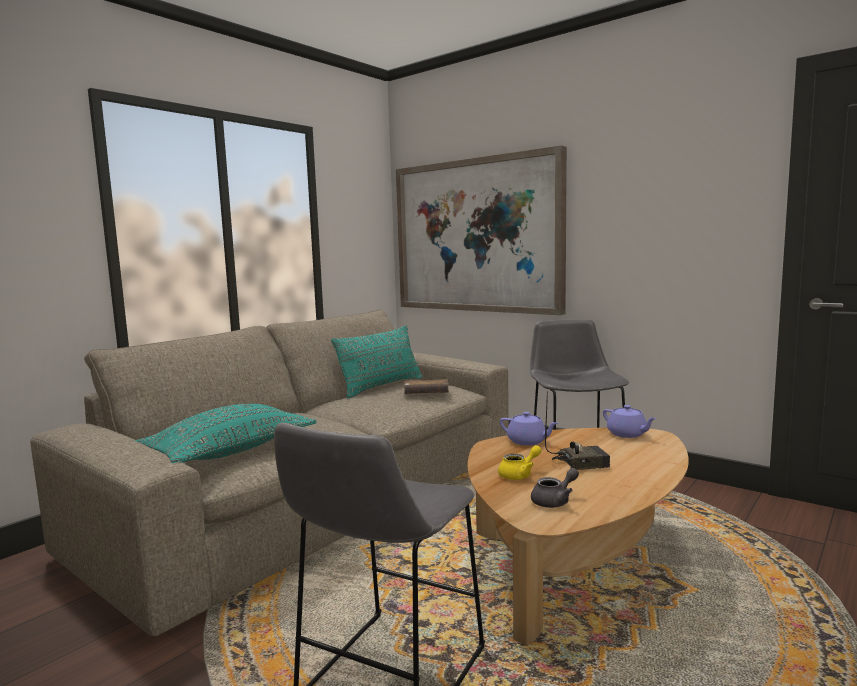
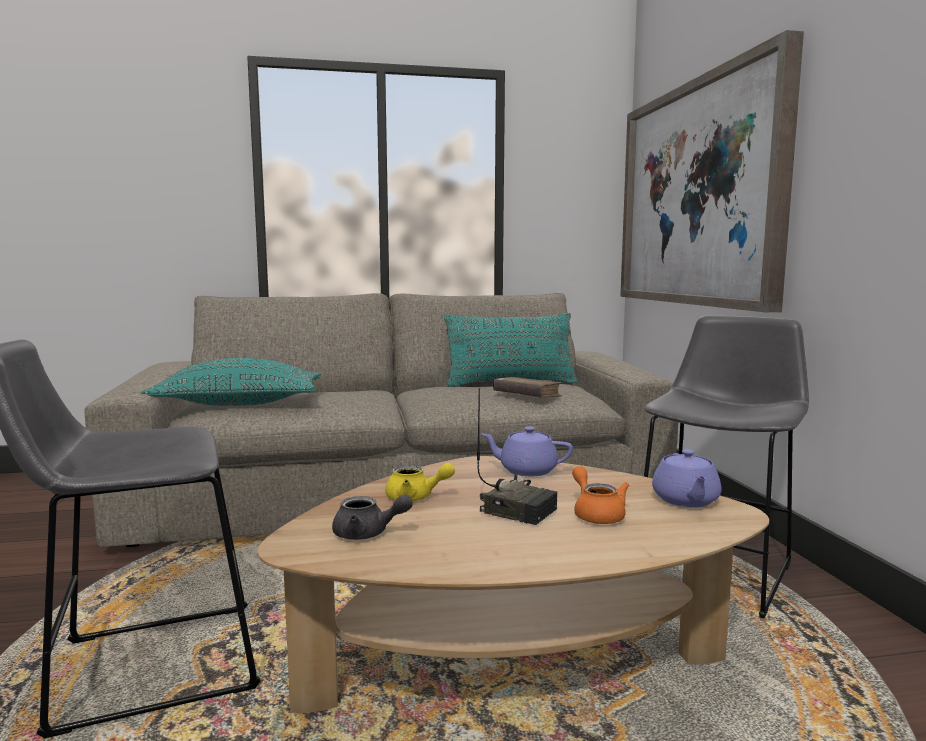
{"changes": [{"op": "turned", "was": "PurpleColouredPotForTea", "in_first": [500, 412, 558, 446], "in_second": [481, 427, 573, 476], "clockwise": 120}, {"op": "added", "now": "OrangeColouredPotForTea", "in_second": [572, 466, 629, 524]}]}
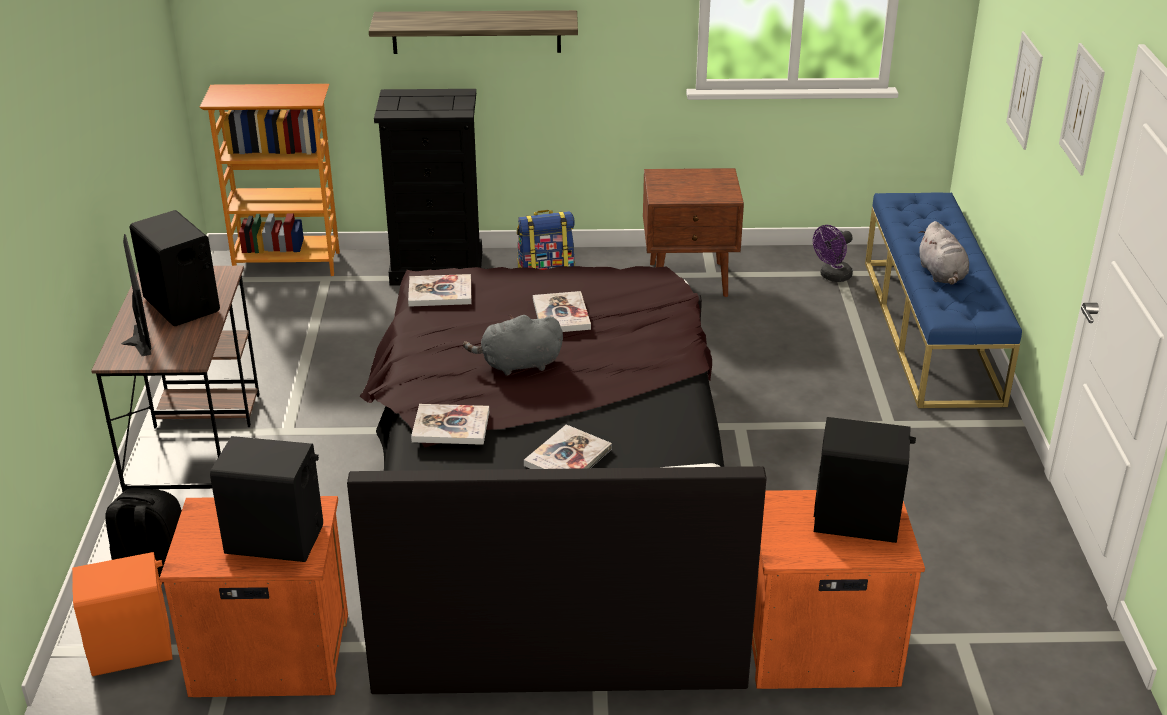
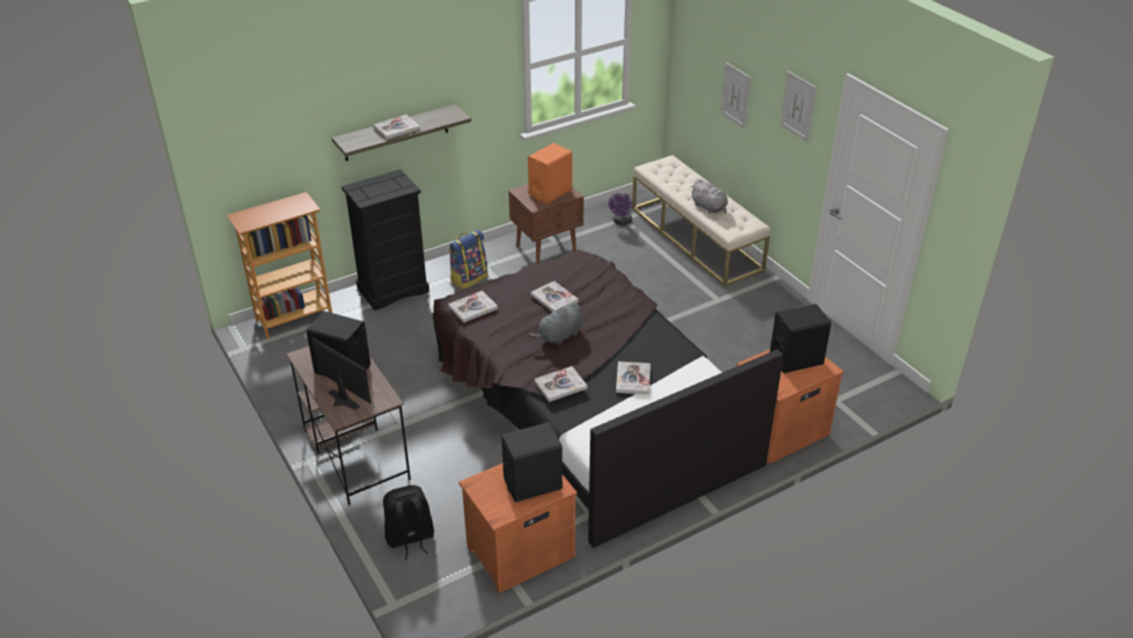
{"changes": [{"op": "added", "now": "Volume", "in_second": [373, 115, 420, 140]}, {"op": "moved", "was": "OrangeColouredLoudspeaker", "in_first": [72, 552, 173, 676], "in_second": [528, 143, 572, 204]}, {"op": "recoloured", "was": "BlueColouredLongSeat", "now": "BeigeLongSeat", "in_first": [865, 193, 1022, 408], "in_second": [632, 155, 771, 286]}]}
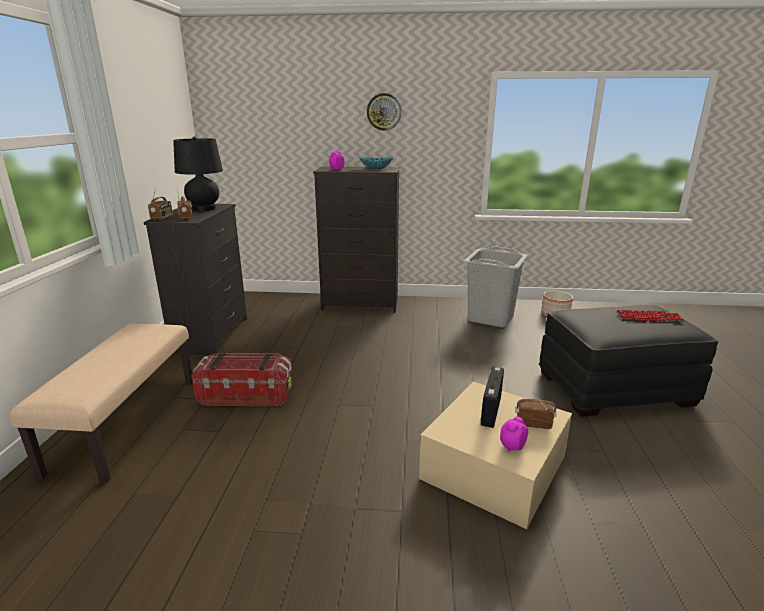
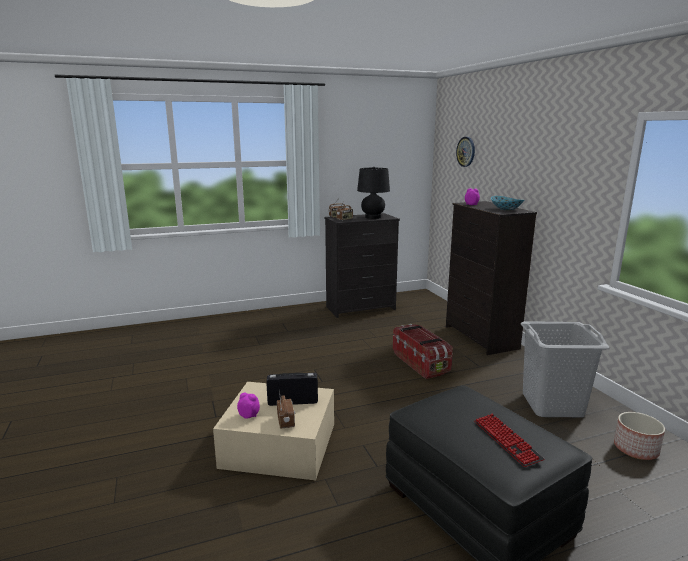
{"changes": [{"op": "moved", "was": "StorageBin", "in_first": [191, 353, 293, 406], "in_second": [393, 324, 453, 379]}, {"op": "moved", "was": "HangingClock", "in_first": [367, 93, 401, 131], "in_second": [456, 137, 475, 167]}, {"op": "removed", "was": "BeigeLongSeat", "in_first": [10, 324, 193, 483]}]}
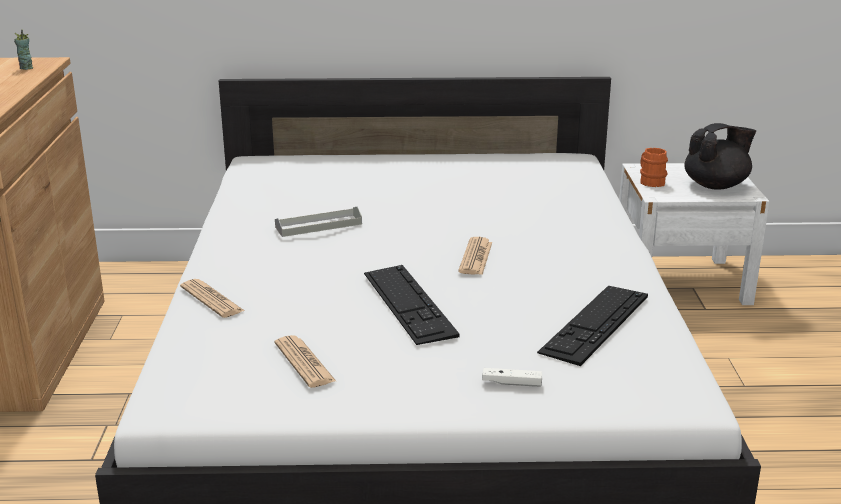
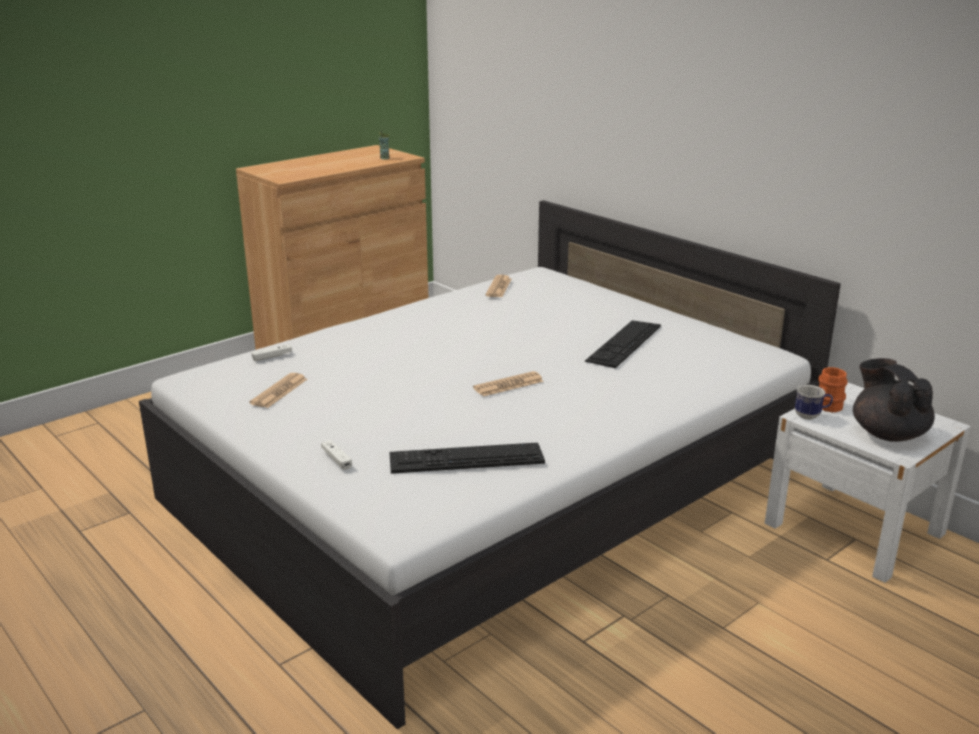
{"changes": [{"op": "added", "now": "WhitishGamepad", "in_second": [251, 344, 292, 361]}, {"op": "moved", "was": "PrintedPaper", "in_first": [180, 279, 245, 318], "in_second": [486, 275, 511, 297]}, {"op": "moved", "was": "Keyboard", "in_first": [364, 265, 460, 345], "in_second": [585, 320, 661, 368]}, {"op": "added", "now": "TeaMug", "in_second": [795, 385, 833, 420]}, {"op": "turned", "was": "BlackColouredPotForTea", "in_first": [684, 123, 756, 190], "in_second": [853, 358, 935, 442], "clockwise": -135}, {"op": "removed", "was": "GreyCarryingTray", "in_first": [275, 206, 362, 237]}]}
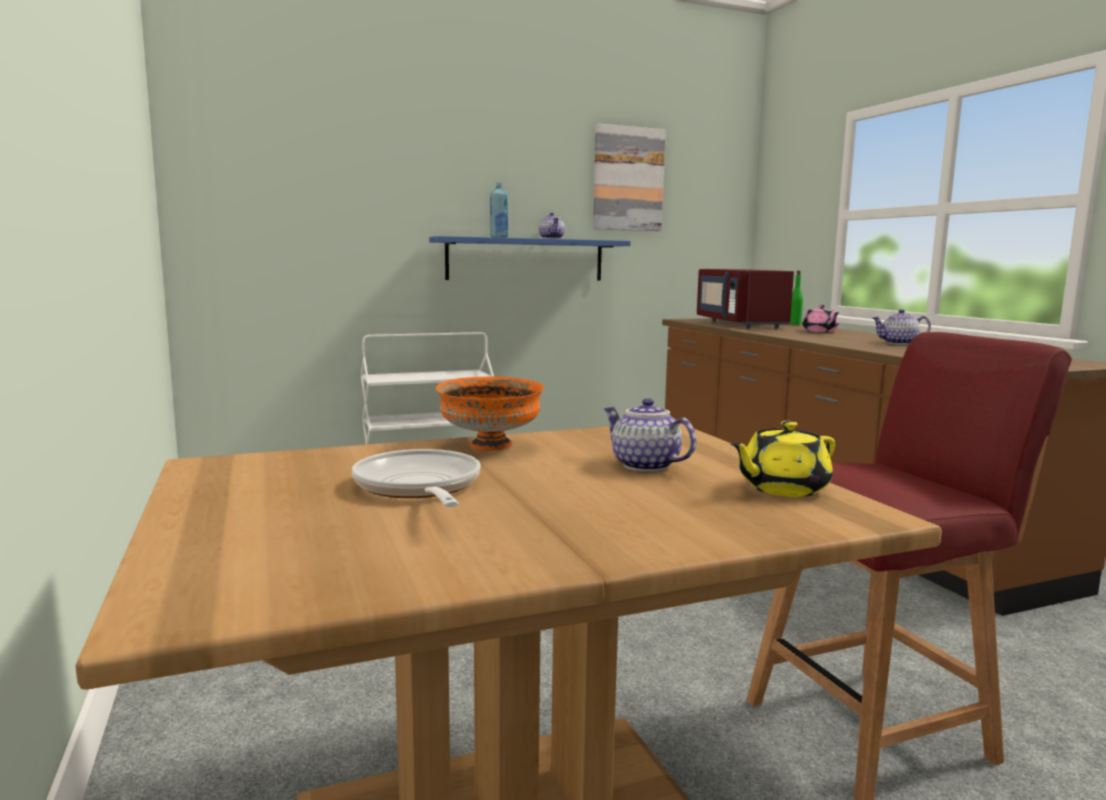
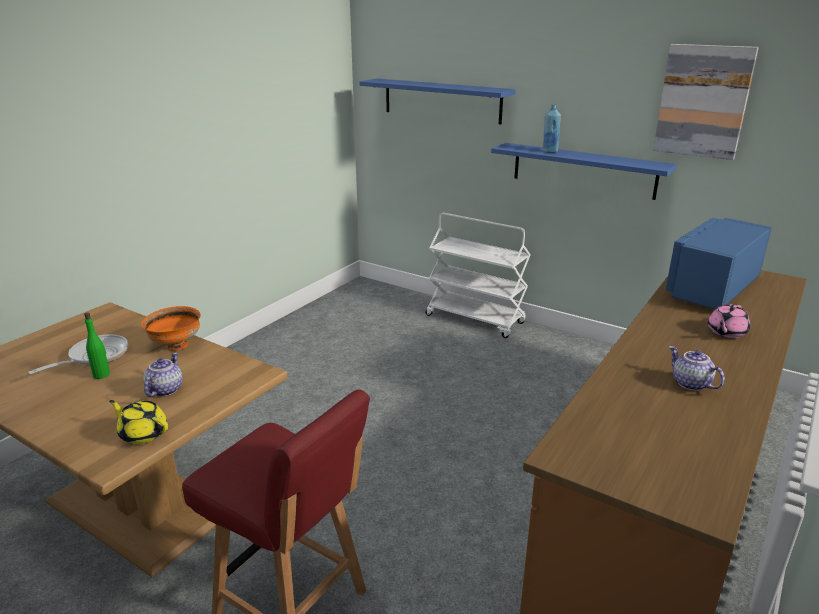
{"changes": [{"op": "moved", "was": "GreenColouredBottle", "in_first": [790, 271, 803, 325], "in_second": [84, 312, 110, 379]}, {"op": "added", "now": "BlueColouredShelf", "in_second": [360, 79, 516, 125]}, {"op": "recoloured", "was": "RedMicrowave", "now": "BlueColouredMicrowave", "in_first": [697, 269, 794, 328], "in_second": [666, 218, 772, 310]}, {"op": "removed", "was": "PotForTea", "in_first": [539, 212, 565, 239]}]}
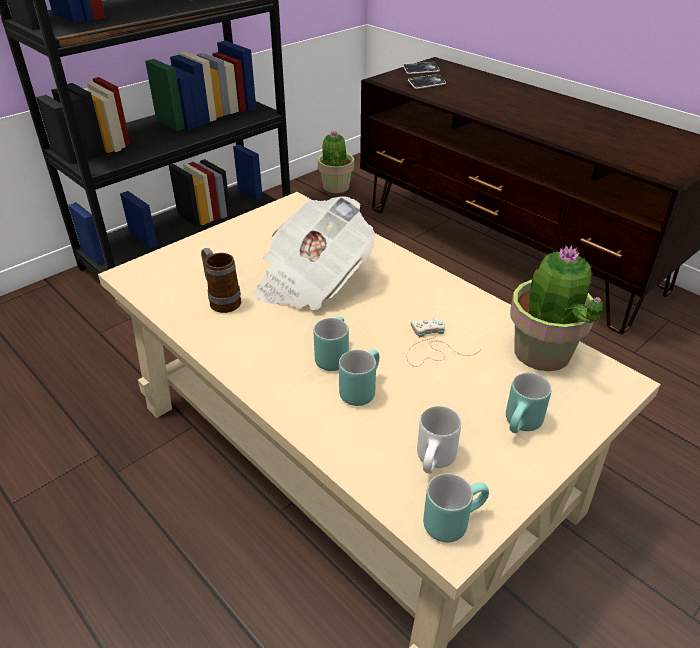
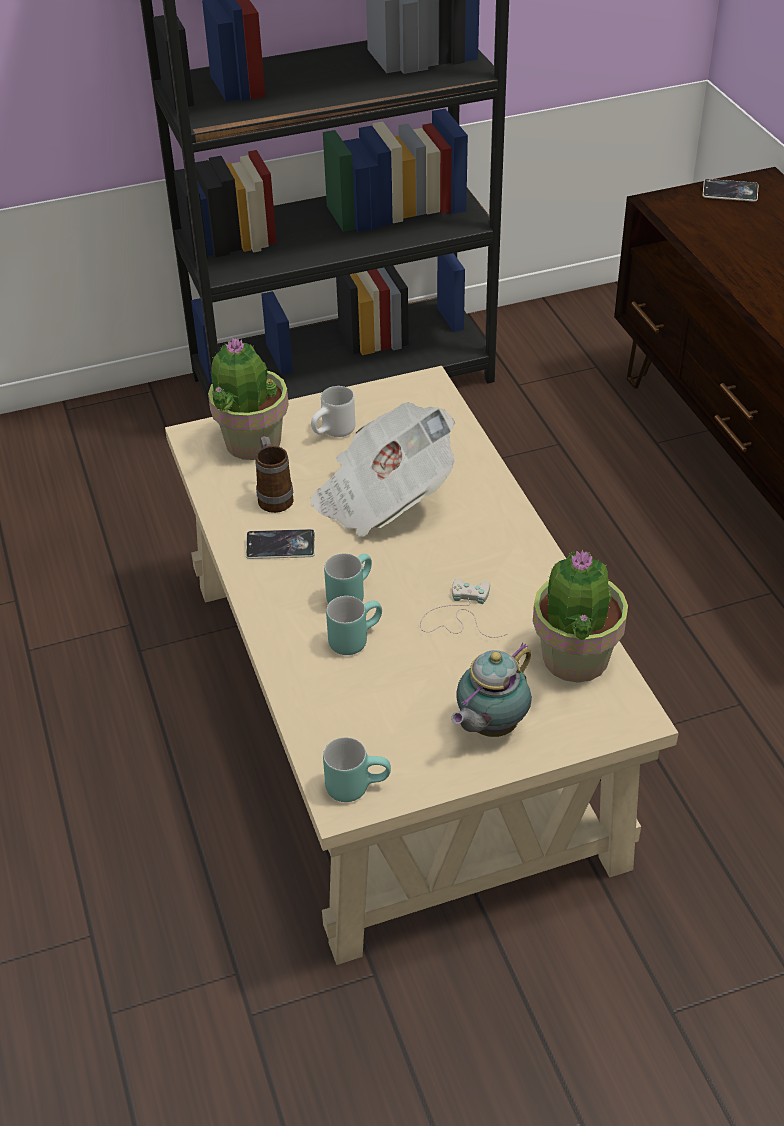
{"changes": [{"op": "moved", "was": "PottedPlant", "in_first": [318, 131, 354, 193], "in_second": [208, 337, 289, 460]}, {"op": "moved", "was": "Phone", "in_first": [408, 74, 446, 89], "in_second": [246, 529, 315, 559]}, {"op": "moved", "was": "WhitishTeaMug", "in_first": [417, 406, 461, 474], "in_second": [311, 386, 355, 437]}, {"op": "replaced", "was": "TurquoiseColouredTeaMug", "now": "PotForTea", "in_first": [506, 373, 552, 433], "in_second": [451, 643, 532, 737]}]}
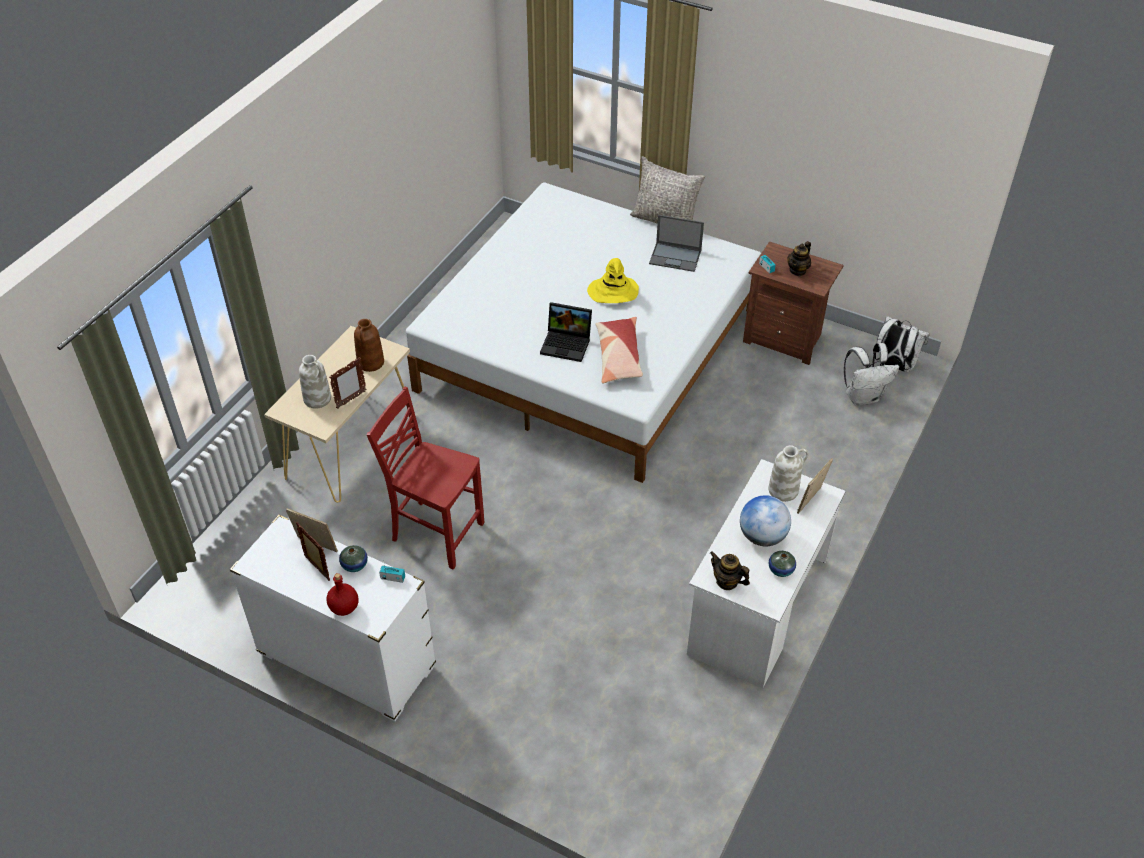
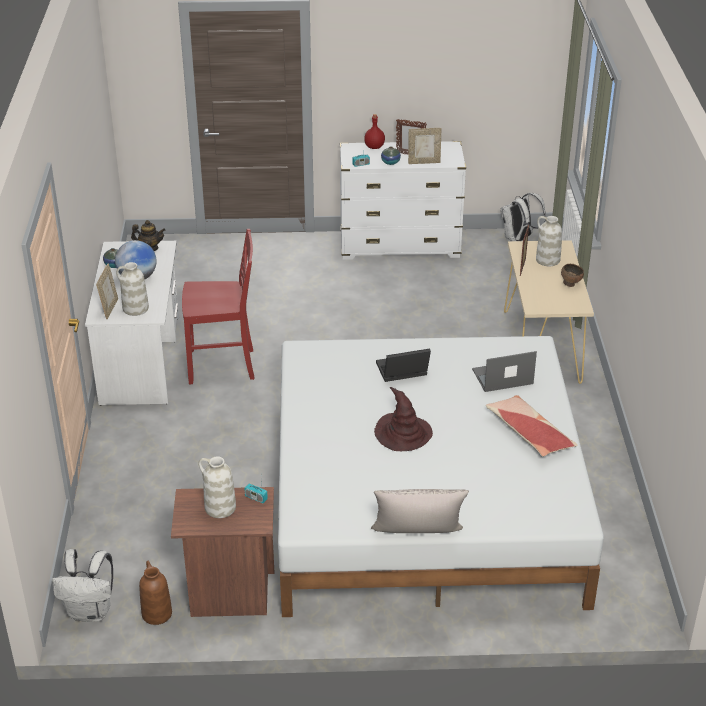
{"changes": [{"op": "moved", "was": "BrownishFlowerVase", "in_first": [354, 319, 384, 372], "in_second": [139, 561, 172, 625]}, {"op": "moved", "was": "RedUprightChair", "in_first": [367, 387, 484, 569], "in_second": [182, 229, 255, 384]}, {"op": "replaced", "was": "PotForTea", "now": "WhitishFlowerVase", "in_first": [787, 241, 811, 276], "in_second": [198, 456, 236, 518]}, {"op": "recoloured", "was": "YellowishHat", "now": "BrownishHat", "in_first": [587, 258, 639, 303], "in_second": [374, 387, 433, 451]}, {"op": "moved", "was": "NotebookComputer", "in_first": [649, 215, 704, 272], "in_second": [472, 351, 537, 392]}, {"op": "moved", "was": "ThrowPillow", "in_first": [596, 317, 643, 383], "in_second": [486, 395, 577, 456]}, {"op": "moved", "was": "WhitishBackpack", "in_first": [844, 343, 899, 405], "in_second": [501, 193, 546, 241]}, {"op": "added", "now": "BrownishDeepDish", "in_second": [561, 264, 584, 287]}]}
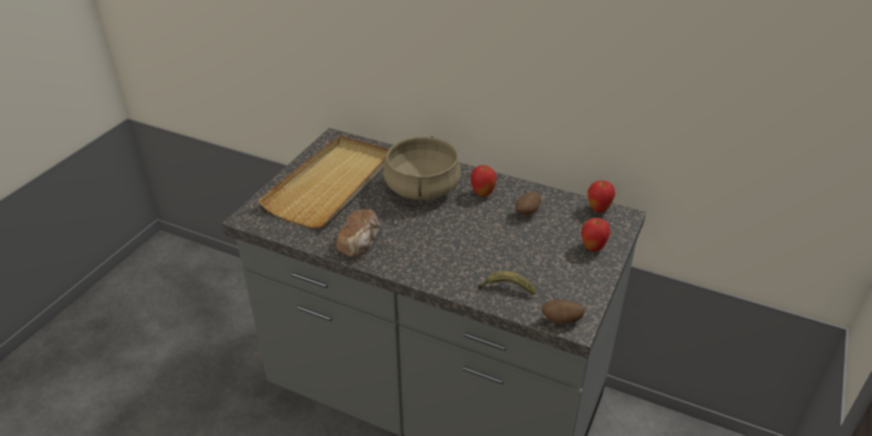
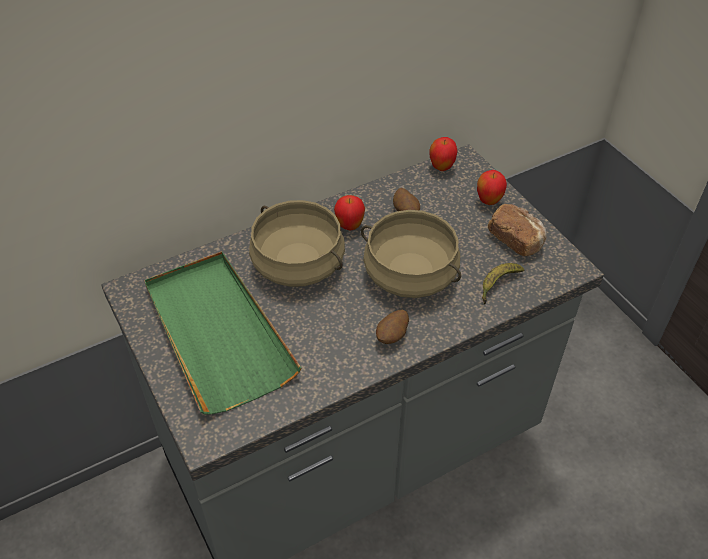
{"changes": [{"op": "recoloured", "was": "BeigeCarryingTray", "now": "GreenColouredCarryingTray", "in_first": [258, 135, 389, 228], "in_second": [144, 251, 301, 415]}, {"op": "added", "now": "BeigeStockpot", "in_second": [361, 210, 461, 298]}, {"op": "moved", "was": "Potato", "in_first": [542, 299, 585, 324], "in_second": [376, 310, 409, 344]}, {"op": "moved", "was": "BakeryBread", "in_first": [337, 209, 380, 257], "in_second": [488, 204, 547, 256]}]}
